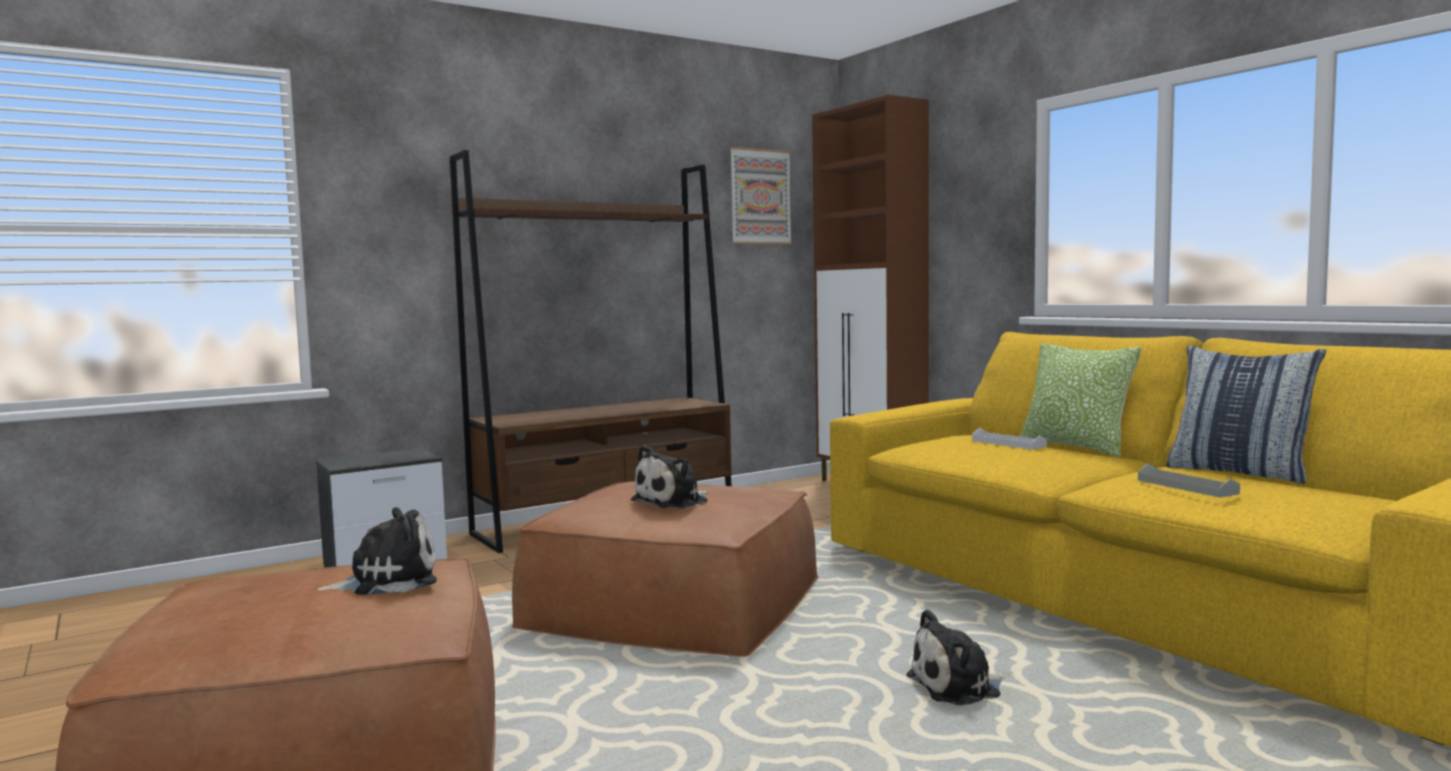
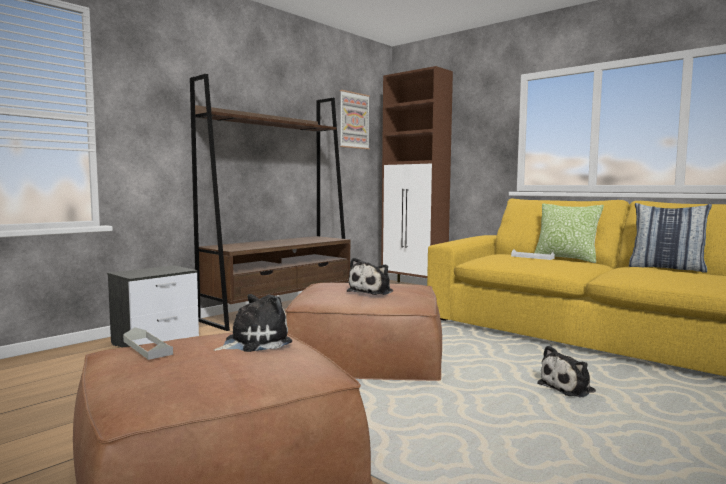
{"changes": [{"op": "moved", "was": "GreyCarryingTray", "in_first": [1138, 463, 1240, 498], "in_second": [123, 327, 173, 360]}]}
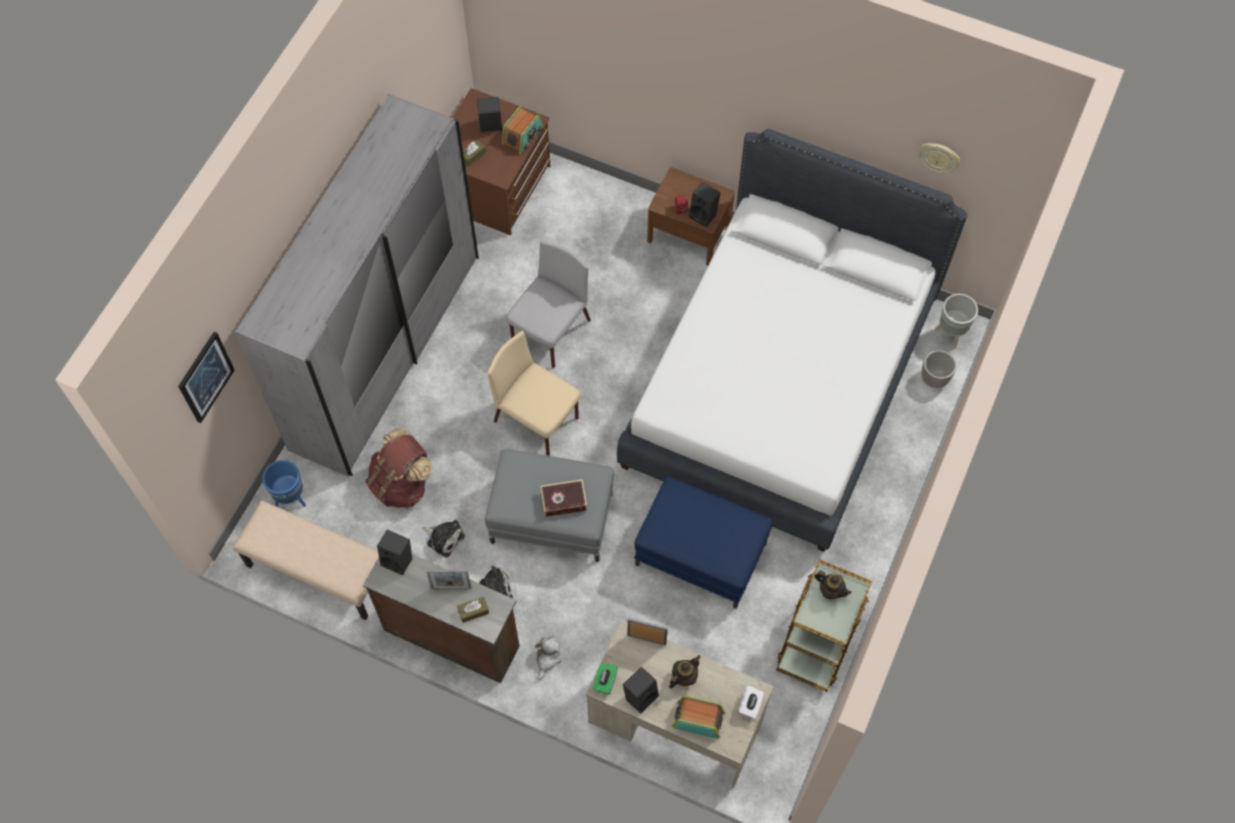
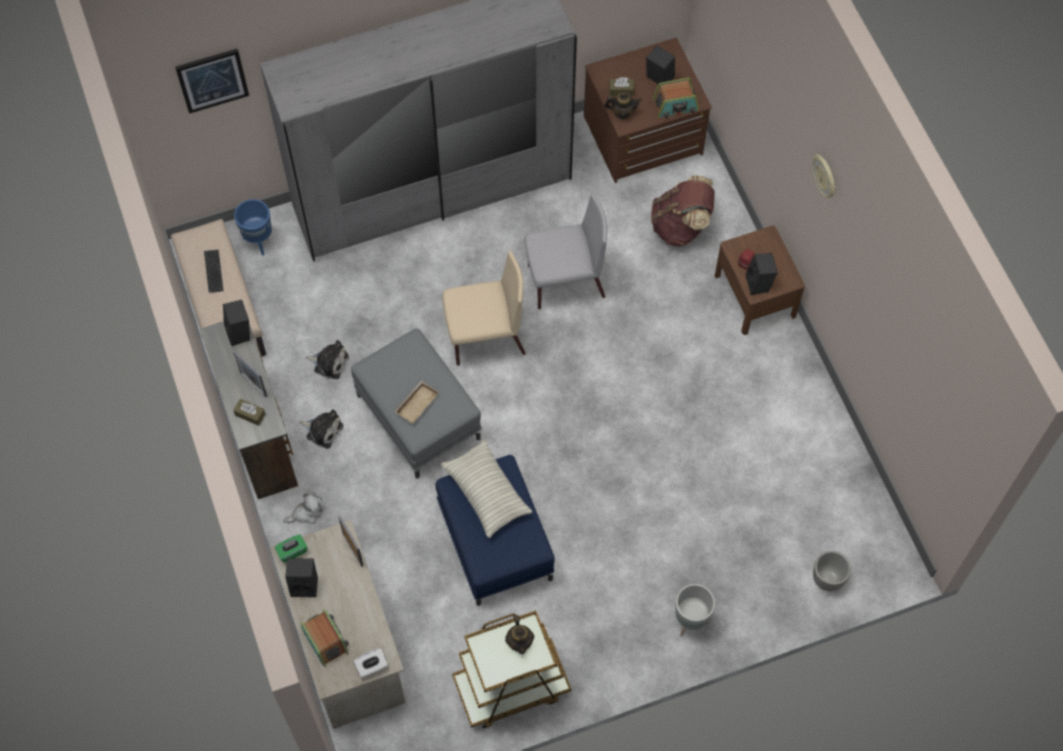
{"changes": [{"op": "added", "now": "Keyboard", "in_second": [204, 250, 224, 292]}, {"op": "turned", "was": "CuddlyToy", "in_first": [422, 520, 465, 557], "in_second": [305, 340, 349, 379], "clockwise": -60}, {"op": "replaced", "was": "Volume", "now": "BeigeCarryingTray", "in_first": [541, 479, 587, 517], "in_second": [395, 381, 439, 424]}, {"op": "added", "now": "ThrowPillow", "in_second": [441, 440, 533, 538]}, {"op": "turned", "was": "BeigeUprightChair", "in_first": [488, 331, 581, 456], "in_second": [442, 251, 526, 366], "clockwise": 90}, {"op": "moved", "was": "PotForTea", "in_first": [669, 655, 701, 688], "in_second": [604, 92, 642, 119]}, {"op": "moved", "was": "BrownishBackpack", "in_first": [365, 429, 433, 508], "in_second": [651, 175, 715, 246]}, {"op": "moved", "was": "GreyPlantPot", "in_first": [935, 294, 978, 348], "in_second": [675, 584, 715, 637]}, {"op": "moved", "was": "HangingClock", "in_first": [918, 143, 960, 174], "in_second": [813, 154, 835, 198]}, {"op": "removed", "was": "WhitishBedroomBed", "in_first": [617, 129, 968, 552]}]}
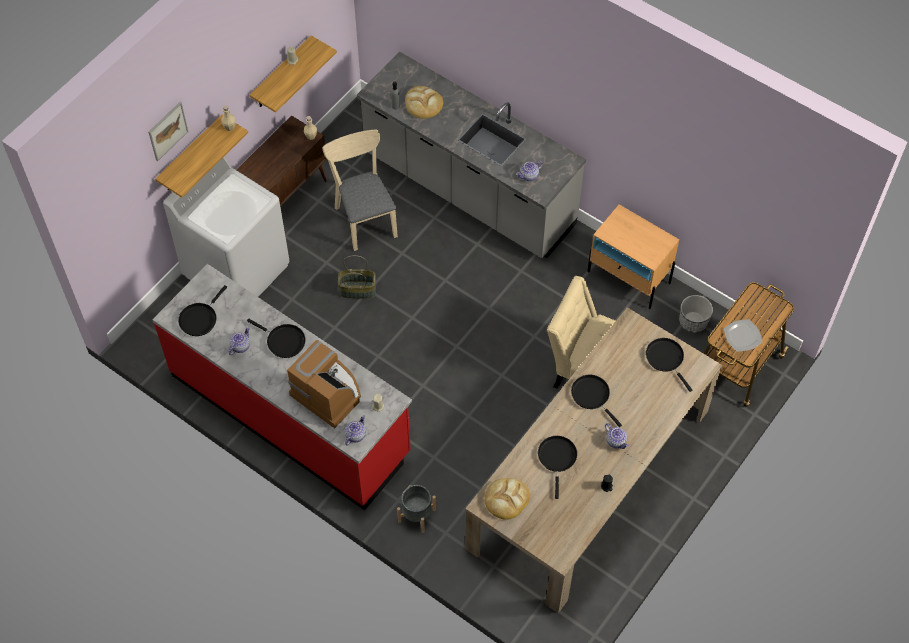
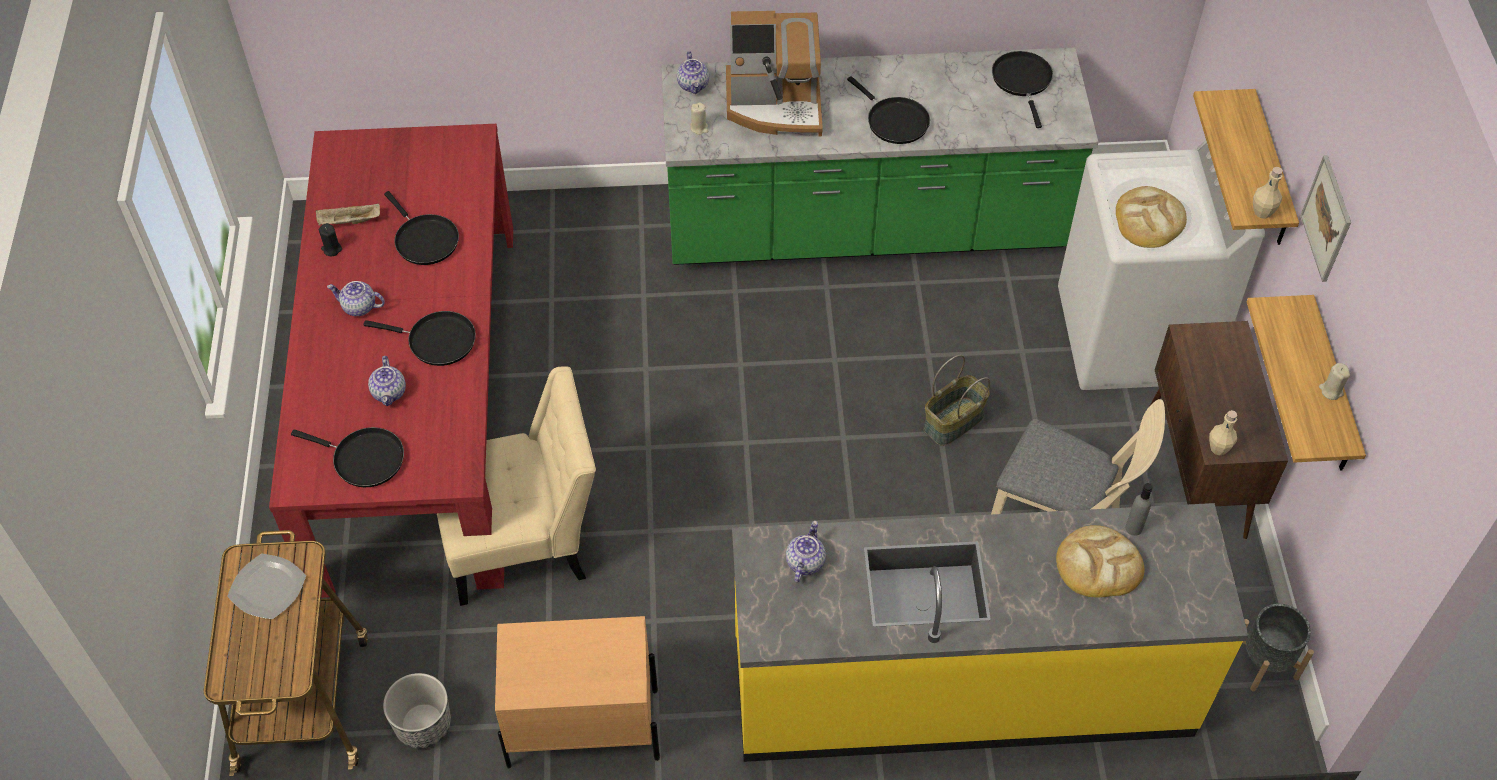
{"changes": [{"op": "recoloured", "was": "BeigeDinnerTable", "now": "RedDinnerTable", "in_first": [465, 307, 722, 613], "in_second": [269, 124, 513, 598]}, {"op": "added", "now": "BeigeCarryingTray", "in_second": [316, 203, 380, 226]}, {"op": "moved", "was": "PotForTea", "in_first": [228, 327, 250, 355], "in_second": [368, 356, 406, 406]}, {"op": "recoloured", "was": "RedKitchenCounter", "now": "GreenColouredKitchenCounter", "in_first": [152, 264, 412, 511], "in_second": [662, 47, 1098, 265]}, {"op": "recoloured", "was": "GreyKitchenCounter", "now": "YellowishKitchenCounter", "in_first": [356, 51, 586, 258], "in_second": [732, 503, 1248, 762]}, {"op": "turned", "was": "BlackColouredFryingPan", "in_first": [247, 318, 305, 358], "in_second": [847, 76, 930, 144], "clockwise": -120}, {"op": "moved", "was": "BakeryBread", "in_first": [485, 478, 530, 520], "in_second": [1116, 186, 1187, 248]}, {"op": "moved", "was": "GreyPlantPot", "in_first": [397, 485, 436, 533], "in_second": [1242, 604, 1314, 691]}, {"op": "moved", "was": "WallPicture", "in_first": [148, 102, 189, 161], "in_second": [1300, 155, 1351, 282]}]}
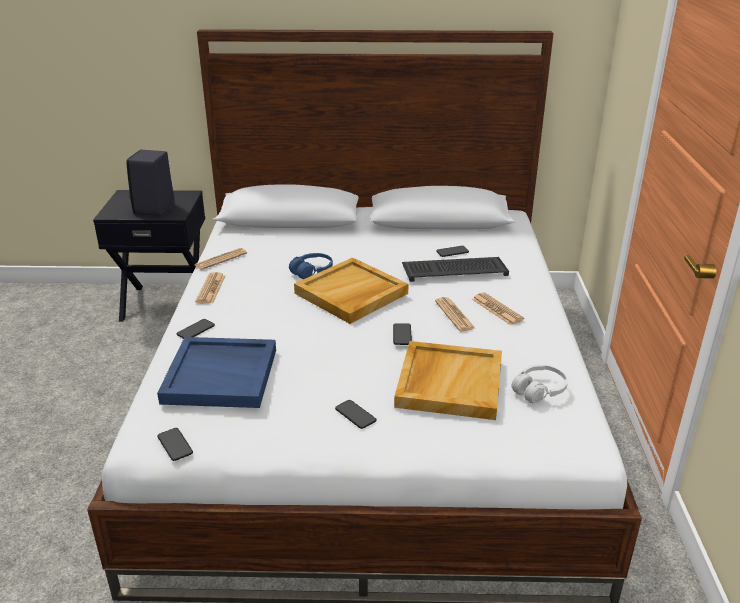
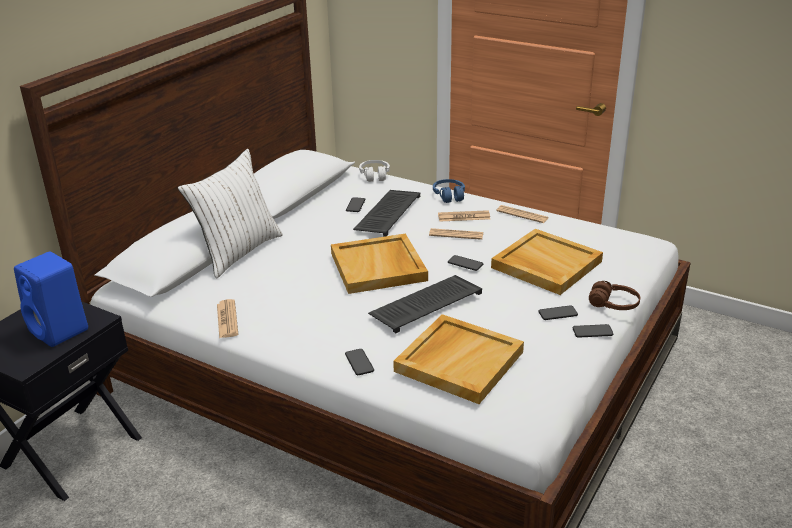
{"changes": [{"op": "recoloured", "was": "BlackColouredLoudspeaker", "now": "BlueColouredLoudspeaker", "in_first": [126, 150, 175, 216], "in_second": [14, 252, 88, 347]}, {"op": "added", "now": "WhitishThrowPillow", "in_second": [178, 149, 283, 278]}, {"op": "moved", "was": "WhitishHeadset", "in_first": [511, 365, 568, 404], "in_second": [359, 160, 390, 182]}, {"op": "added", "now": "Keyboard", "in_second": [368, 275, 482, 333]}, {"op": "recoloured", "was": "BlueColouredCarryingTray", "now": "BeigeCarryingTray", "in_first": [157, 337, 276, 408], "in_second": [393, 314, 524, 404]}, {"op": "moved", "was": "BlueColouredHeadset", "in_first": [289, 253, 333, 279], "in_second": [433, 179, 465, 203]}, {"op": "moved", "was": "PrintedPaper", "in_first": [196, 272, 225, 304], "in_second": [497, 205, 548, 223]}, {"op": "moved", "was": "Phone", "in_first": [157, 428, 193, 461], "in_second": [572, 324, 613, 338]}, {"op": "added", "now": "BrownishHeadset", "in_second": [589, 281, 640, 310]}]}
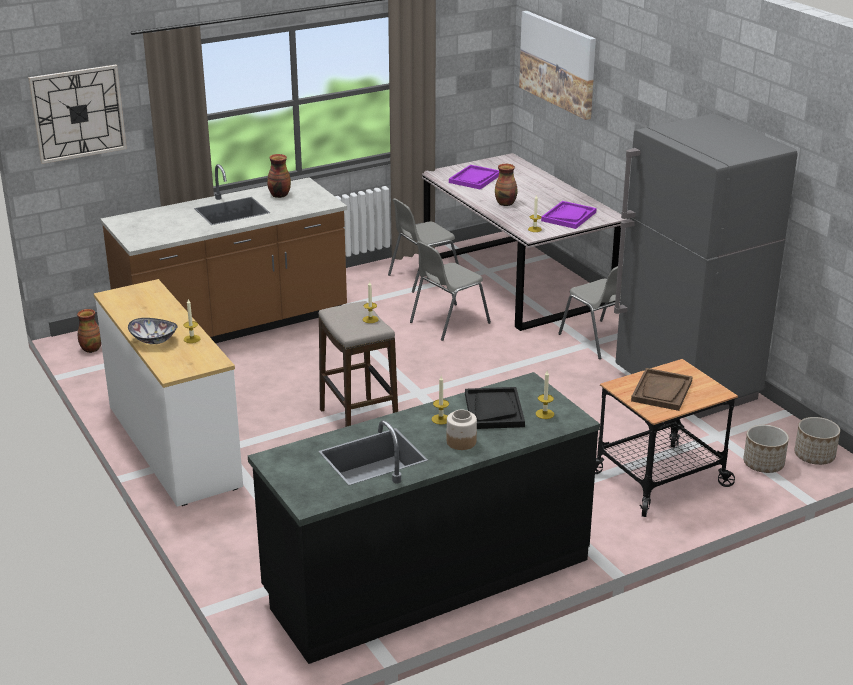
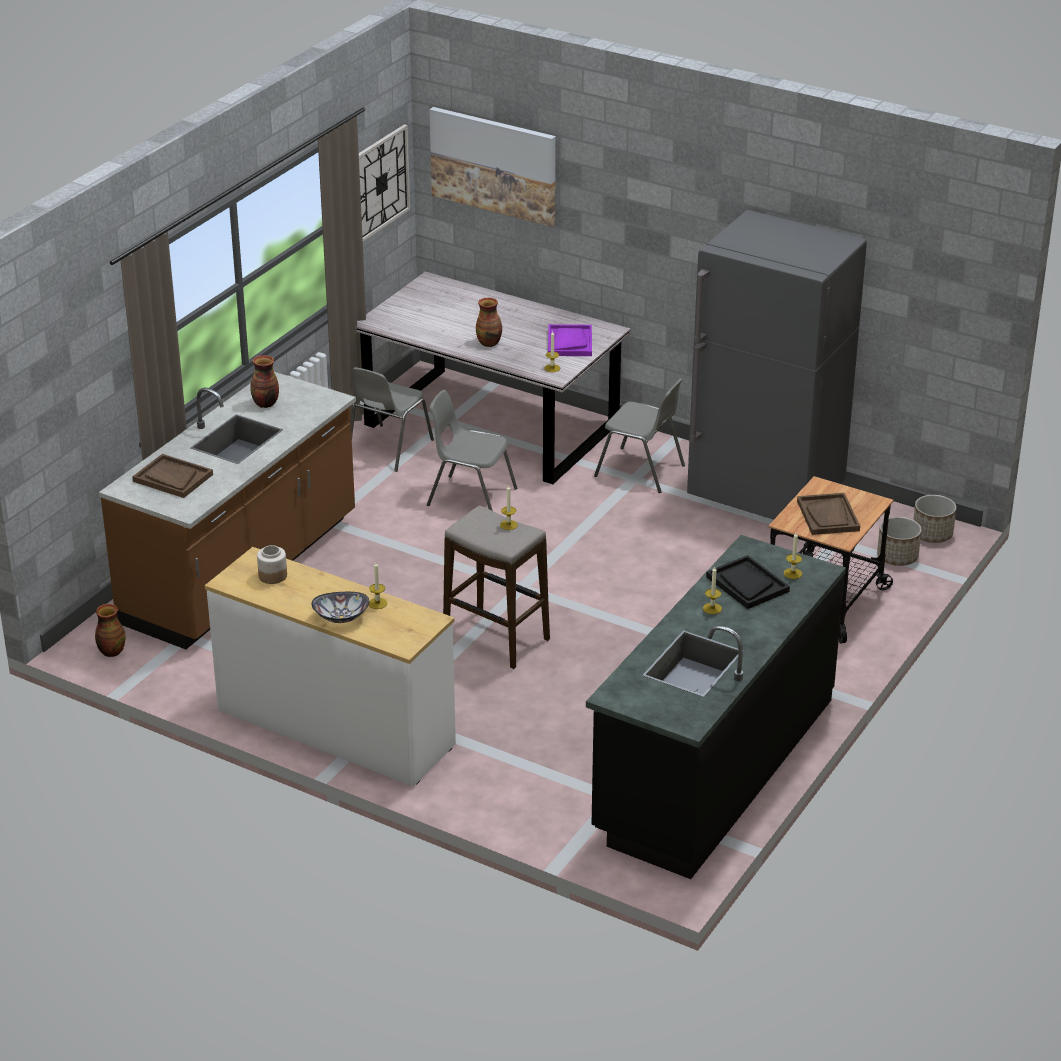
{"changes": [{"op": "added", "now": "BrownishCarryingTray", "in_second": [132, 454, 213, 498]}, {"op": "moved", "was": "Jar", "in_first": [447, 409, 477, 450], "in_second": [257, 545, 287, 584]}, {"op": "moved", "was": "HangingClock", "in_first": [28, 65, 127, 164], "in_second": [359, 124, 410, 242]}, {"op": "turned", "was": "GreyUprightChair", "in_first": [410, 241, 491, 341], "in_second": [427, 390, 517, 511], "clockwise": 90}, {"op": "removed", "was": "PurpleColouredCarryingTray", "in_first": [449, 165, 499, 190]}]}
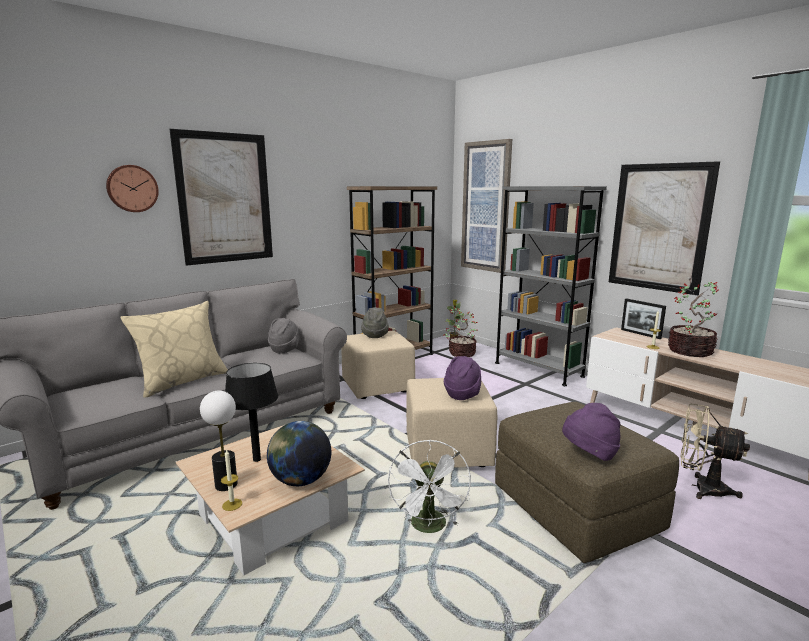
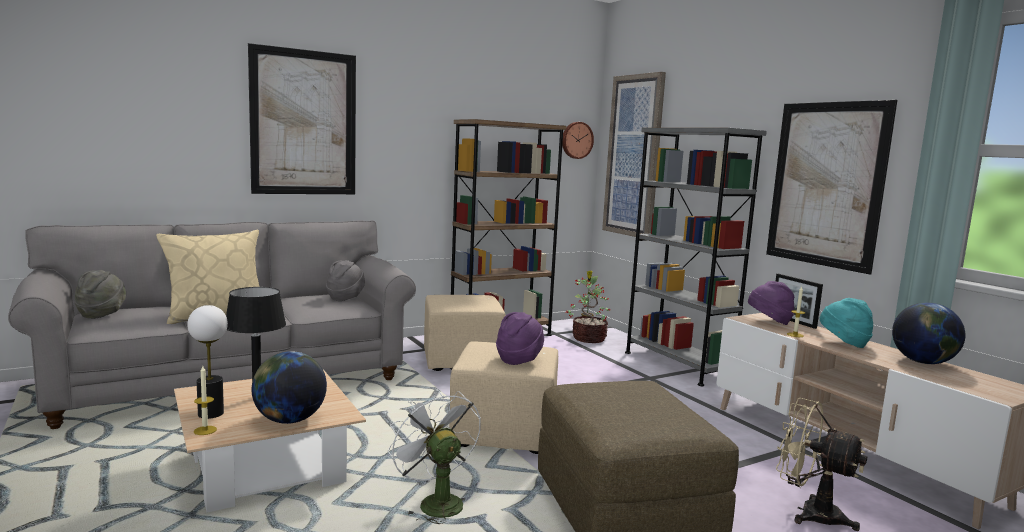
{"changes": [{"op": "moved", "was": "GreyHat", "in_first": [361, 307, 389, 338], "in_second": [74, 270, 126, 319]}, {"op": "turned", "was": "WhitishCoolingFan", "in_first": [388, 440, 471, 533], "in_second": [388, 388, 481, 525], "clockwise": 135}, {"op": "moved", "was": "HangingClock", "in_first": [106, 165, 159, 212], "in_second": [562, 122, 594, 159]}, {"op": "moved", "was": "PurpleColouredHat", "in_first": [562, 403, 621, 461], "in_second": [748, 281, 794, 325]}, {"op": "replaced", "was": "PottedPlant", "now": "TurquoiseColouredHat", "in_first": [668, 282, 719, 357], "in_second": [820, 298, 873, 348]}, {"op": "added", "now": "Globe", "in_second": [892, 302, 965, 364]}]}
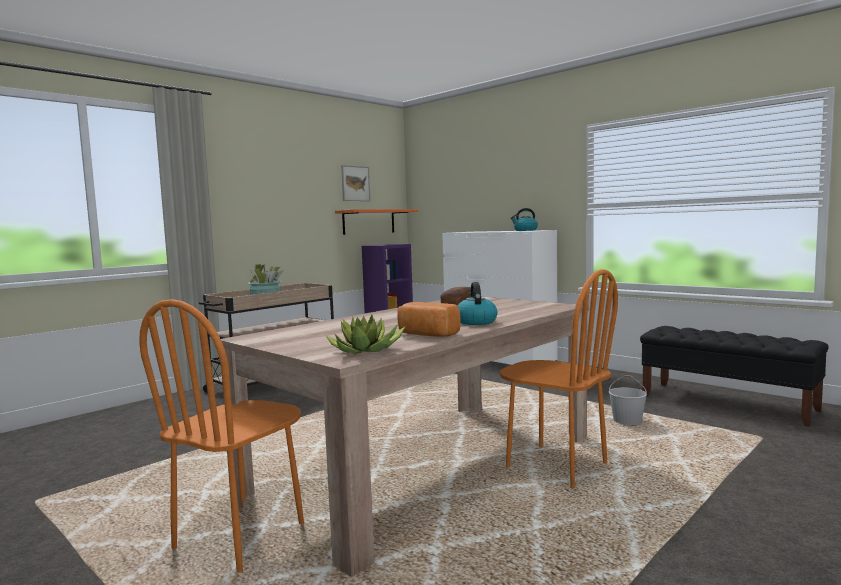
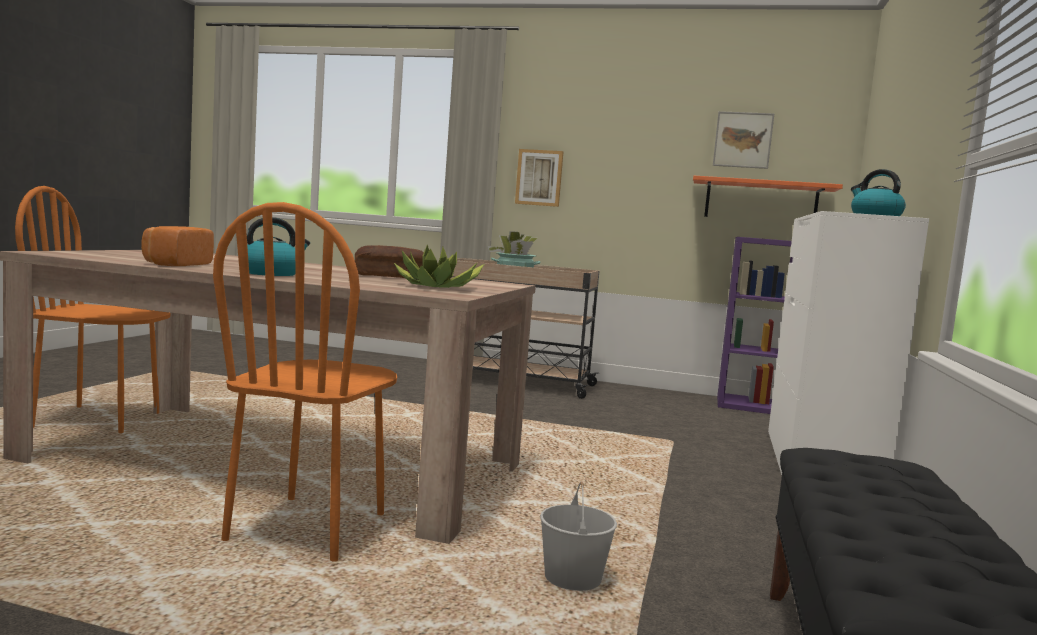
{"changes": [{"op": "moved", "was": "PottedPlant", "in_first": [326, 314, 405, 354], "in_second": [394, 245, 484, 288]}, {"op": "added", "now": "WallPicture", "in_second": [515, 149, 563, 207]}]}
